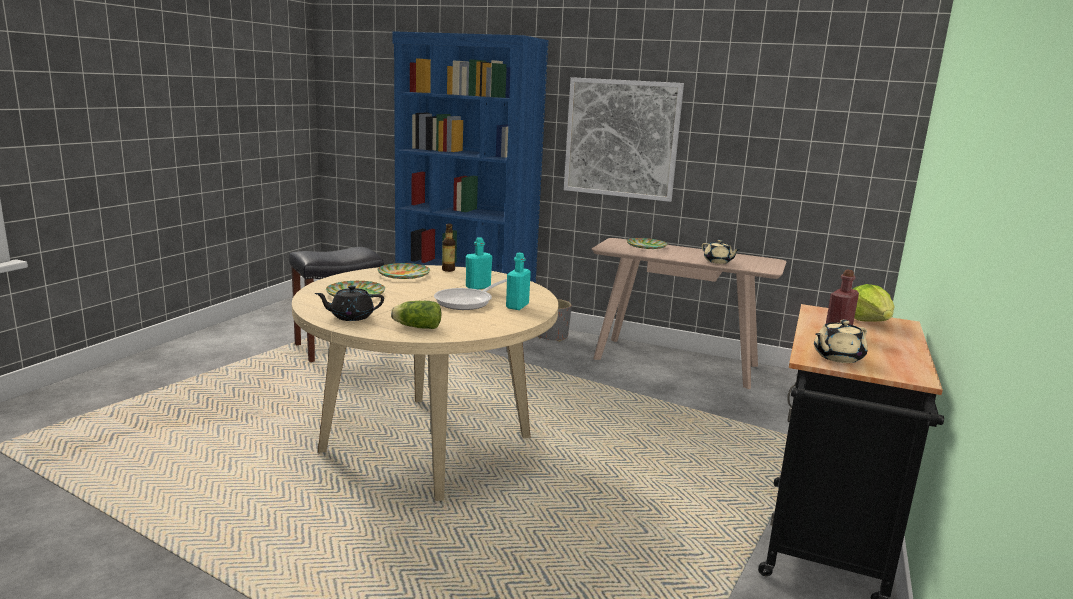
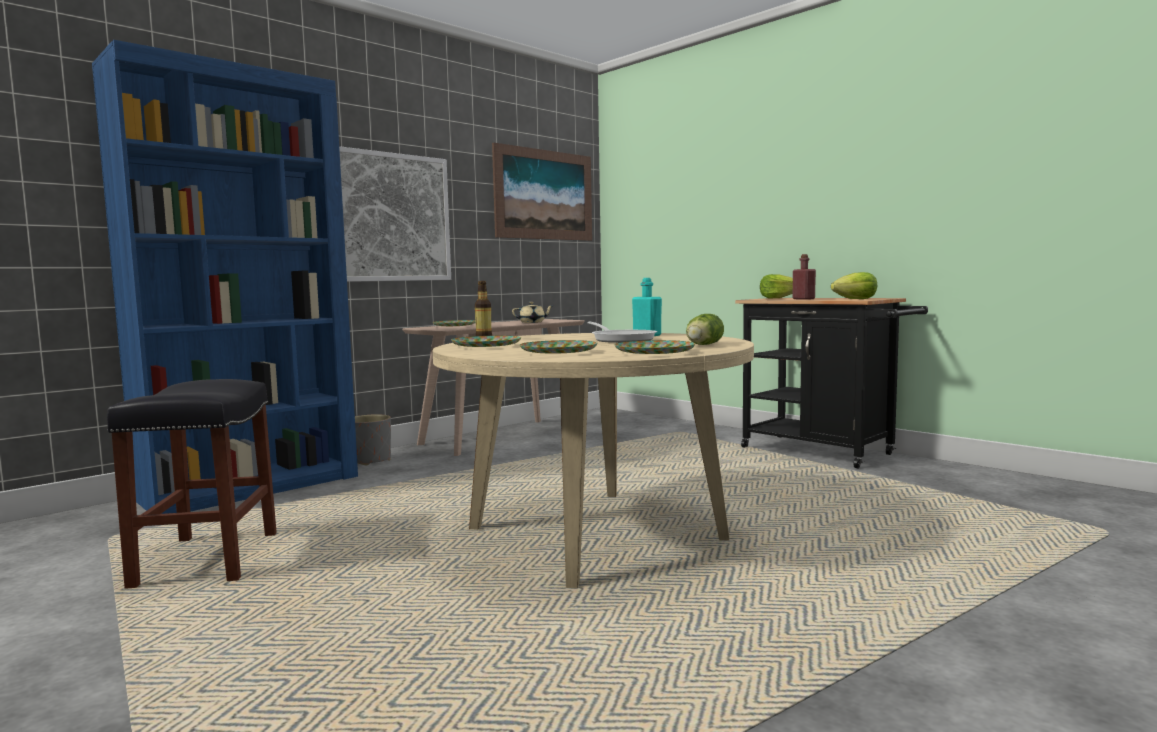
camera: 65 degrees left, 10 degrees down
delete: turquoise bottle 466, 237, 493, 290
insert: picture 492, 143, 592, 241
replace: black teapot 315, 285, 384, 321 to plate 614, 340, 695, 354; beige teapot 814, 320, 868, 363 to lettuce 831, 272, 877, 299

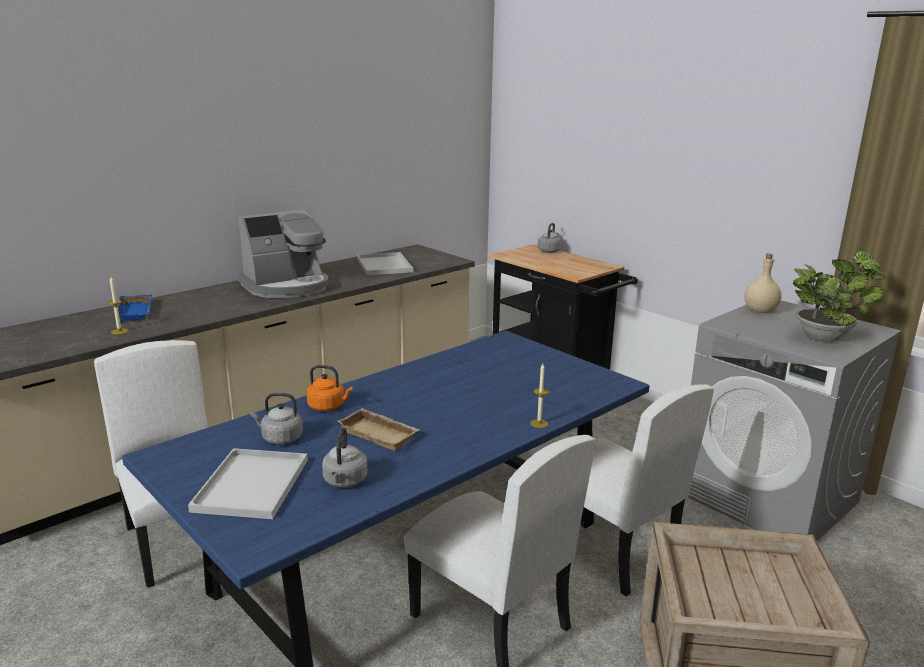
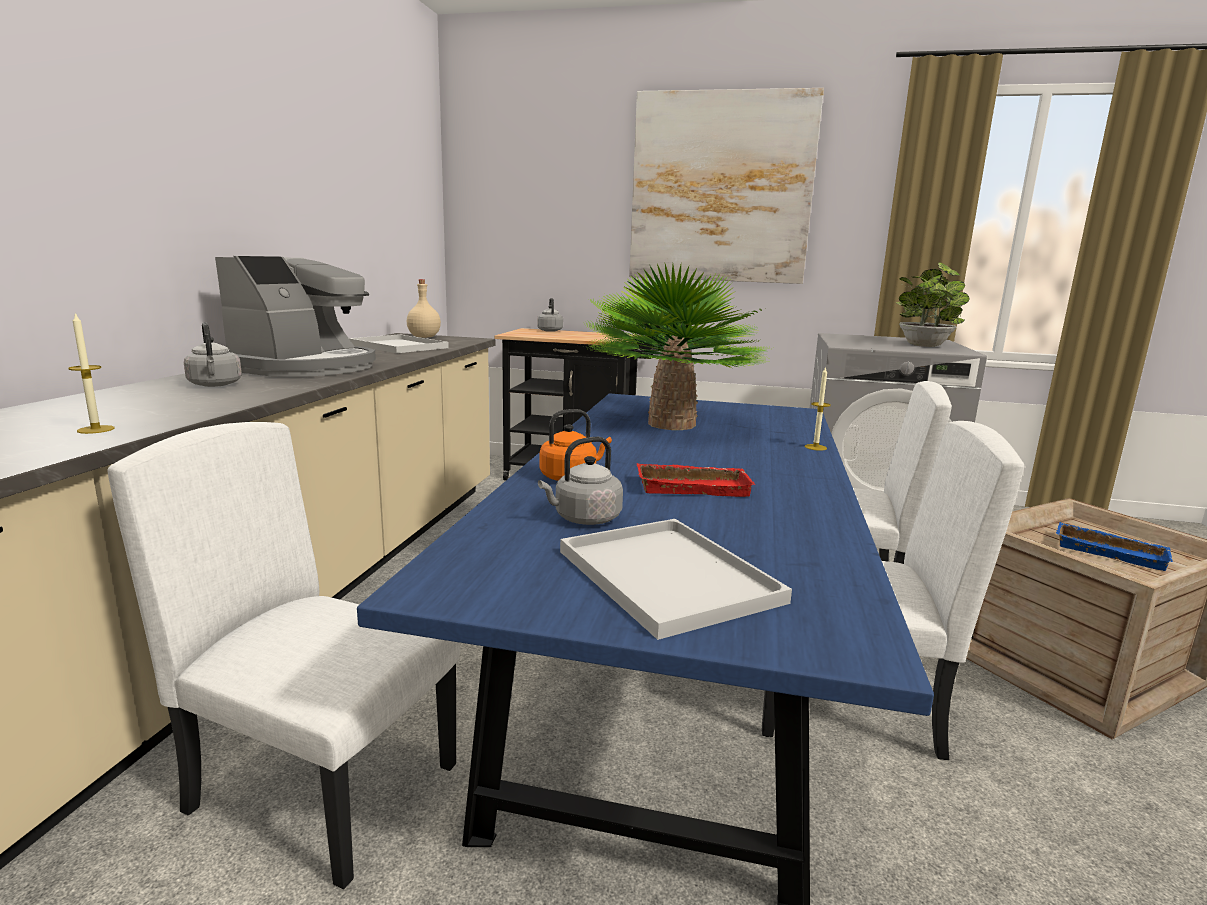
camera: 35 degrees left, 5 degrees down
insert: potted plant 582, 264, 771, 430; picture 629, 88, 824, 284
move: blue tray 118, 295, 152, 322 to 1056, 522, 1173, 571; grey kettle 322, 428, 367, 488 to 184, 322, 242, 387; beige bottle 745, 253, 782, 313 to 407, 279, 441, 338
recolor: beige tray 337, 408, 420, 451 to red tray 637, 463, 756, 497

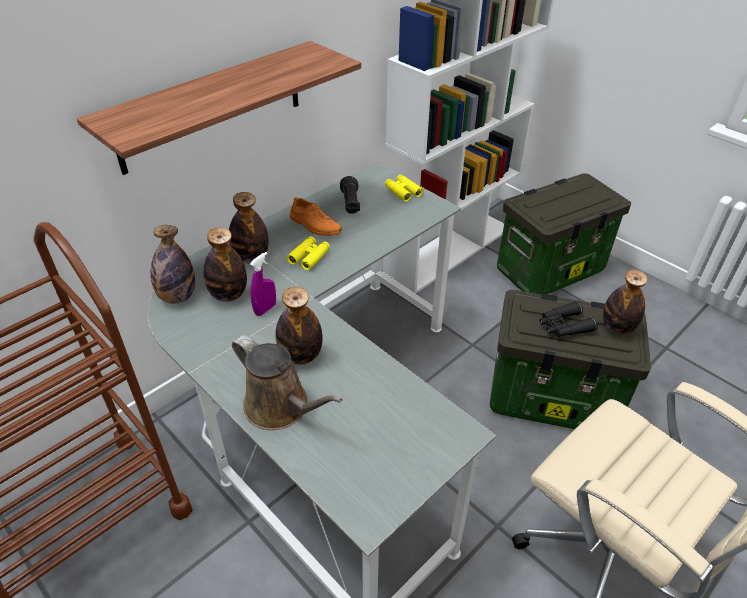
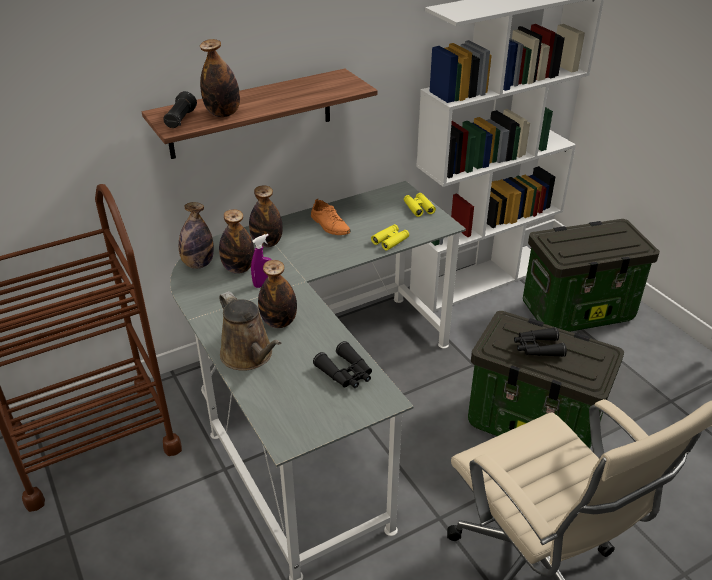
camera: 15 degrees right, 5 degrees down
insert: black binoculars 313, 341, 372, 388
move: yellow binoculars 287, 236, 330, 270 to 371, 224, 409, 251; black flashlight 340, 176, 360, 214 to 163, 91, 197, 128; bottle 603, 269, 648, 334 to 200, 39, 240, 117

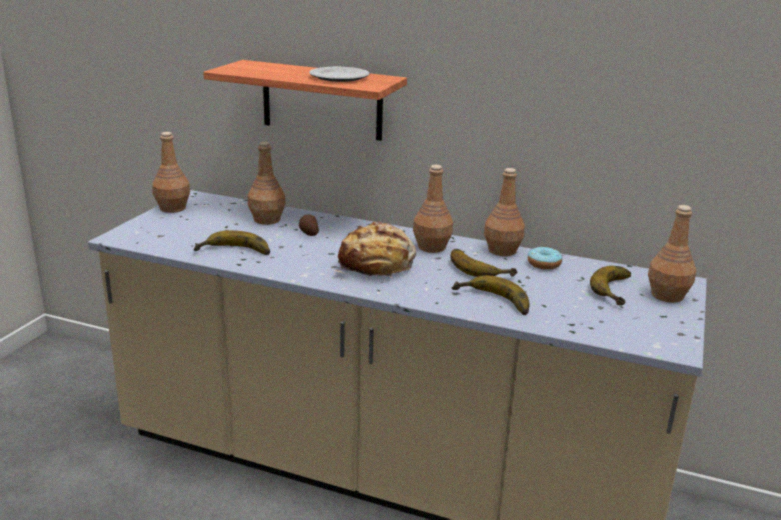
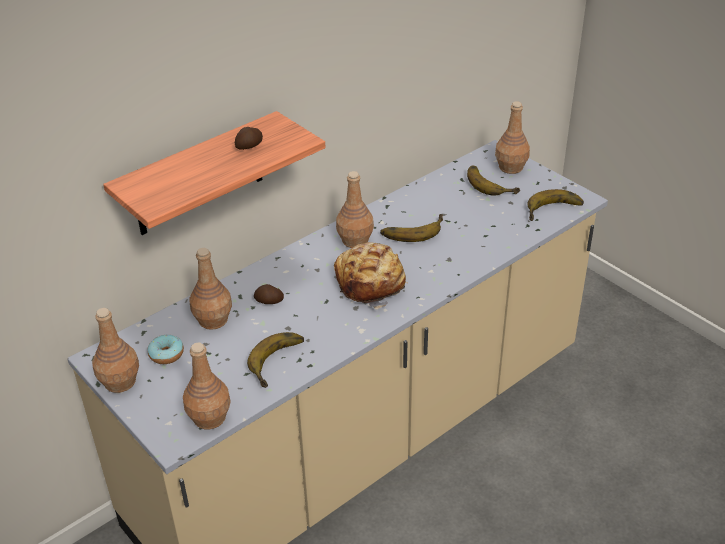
camera: 60 degrees left, 15 degrees up
move: banana 452, 275, 530, 315 to 527, 189, 584, 221; brown bottle 484, 168, 525, 256 to 183, 343, 231, 430; donut 528, 247, 563, 270 to 148, 335, 184, 364
replace: plate 309, 67, 370, 82 to potato 235, 127, 263, 150

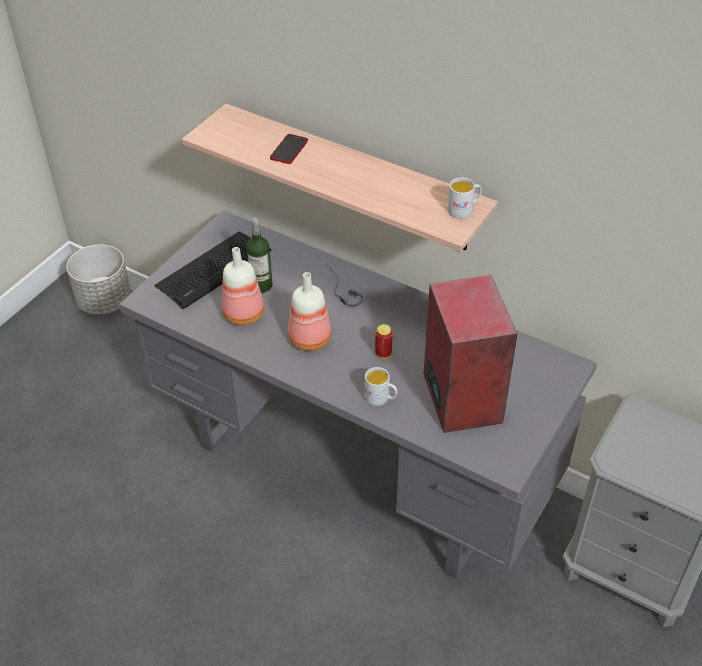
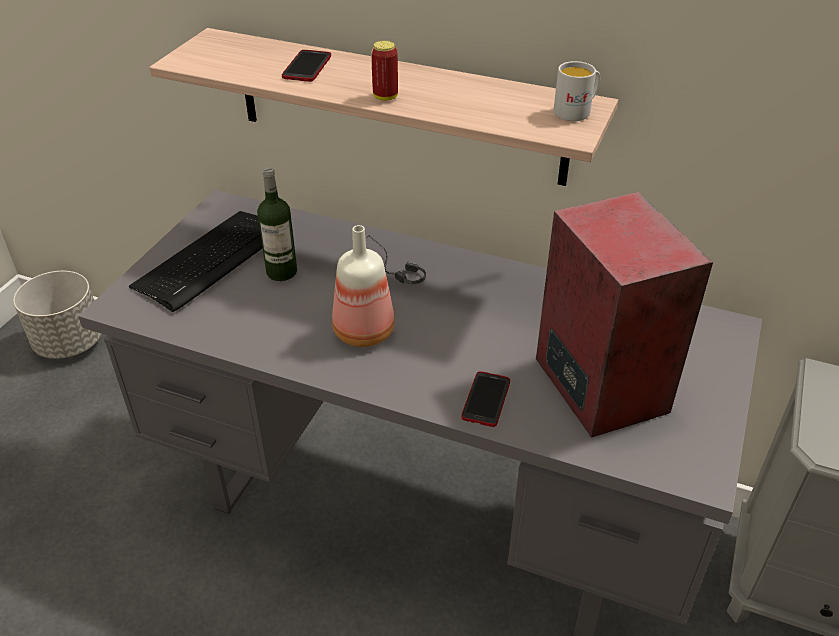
camera: 10 degrees left, 5 degrees down
delete: bottle 222, 247, 264, 325
move: can 375, 324, 393, 359 to 371, 40, 398, 101
replace: white mug 365, 367, 397, 406 to phone 461, 371, 510, 427

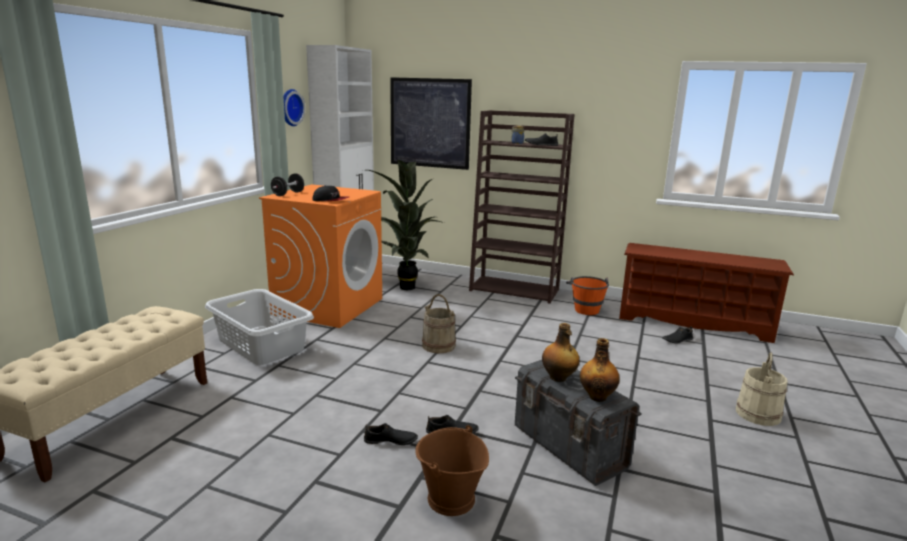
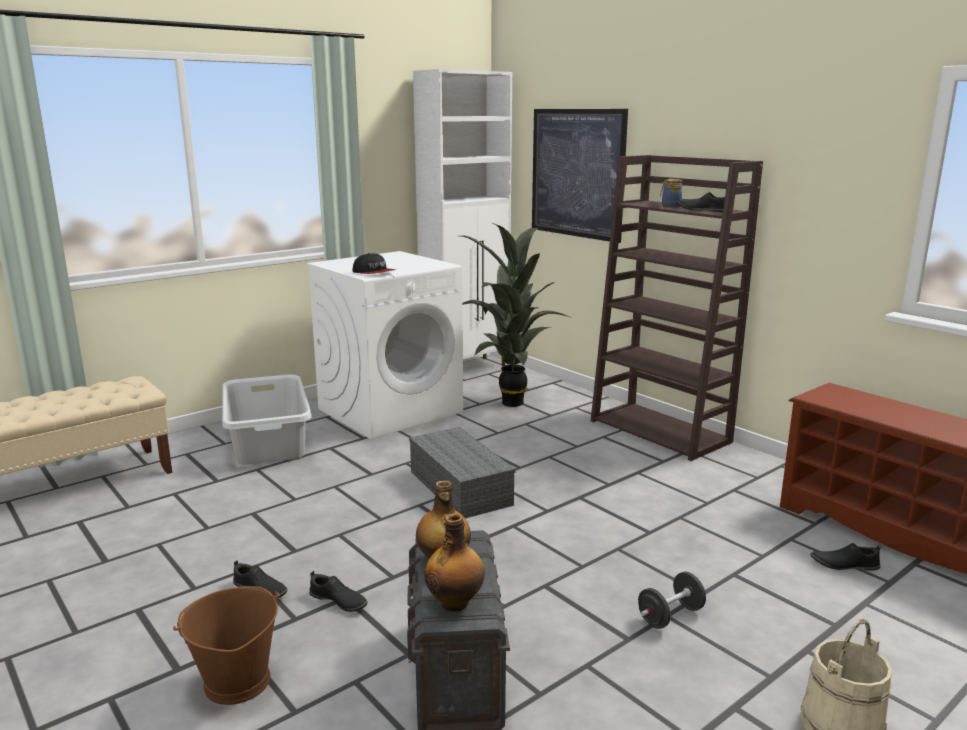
camera: 30 degrees right, 0 degrees up
delete: wall clock 283, 89, 305, 126; orange bucket 566, 276, 609, 315
move: black dumbbell 271, 173, 304, 196 to 638, 572, 706, 629
replace: beige bucket 422, 294, 456, 353 to grey storage box 409, 427, 516, 518
recolor: orange washing machine 259, 184, 382, 328 to white washing machine 307, 251, 463, 439

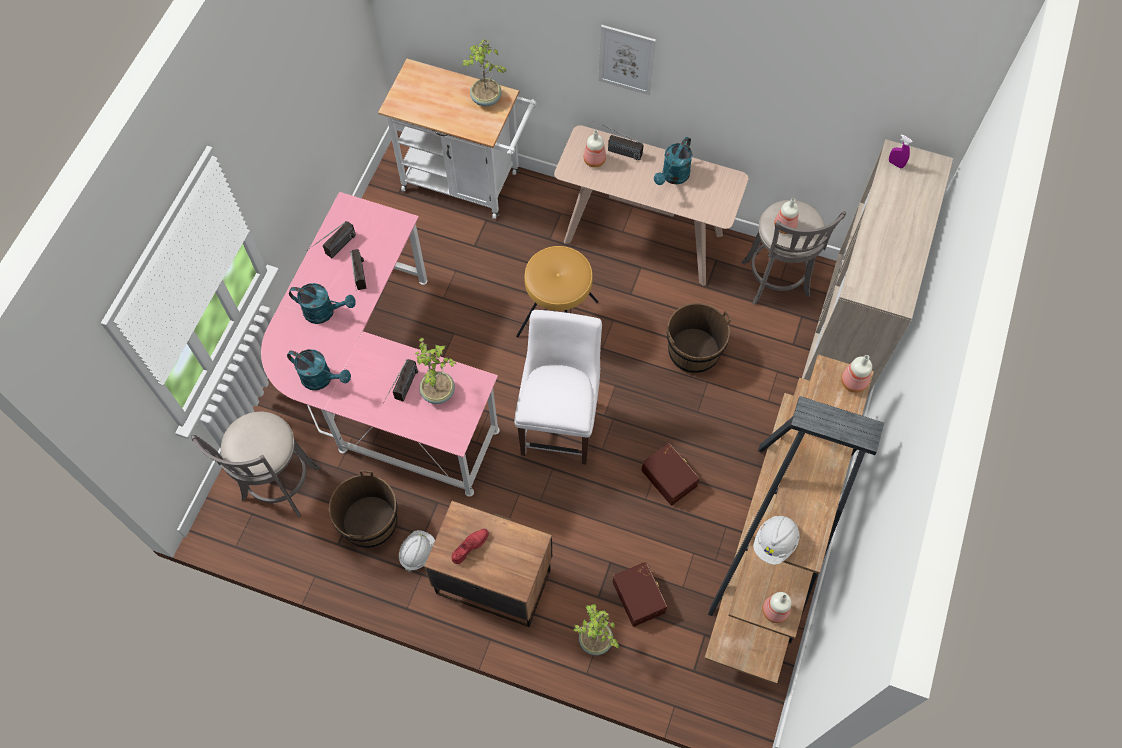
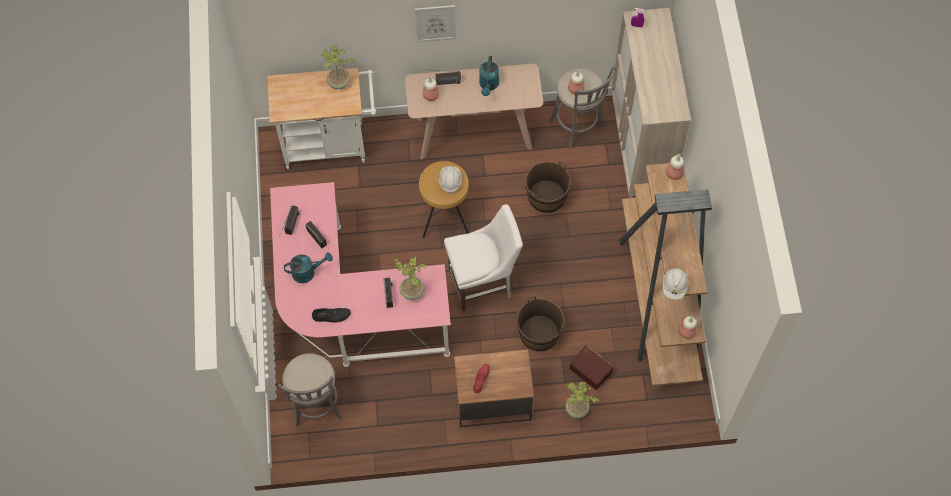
camera: 25 degrees left, 0 degrees up
delete: brown storage box 641, 443, 700, 506
move: brown bucket 329, 470, 397, 548 to 517, 296, 564, 351; white hard hat 399, 530, 435, 572 to 439, 166, 462, 194
replace: turquoise watering can 287, 349, 351, 390 to black shoe 312, 308, 351, 322
rotate: white chair 514, 310, 602, 465 = 444, 204, 523, 311 90 degrees clockwise

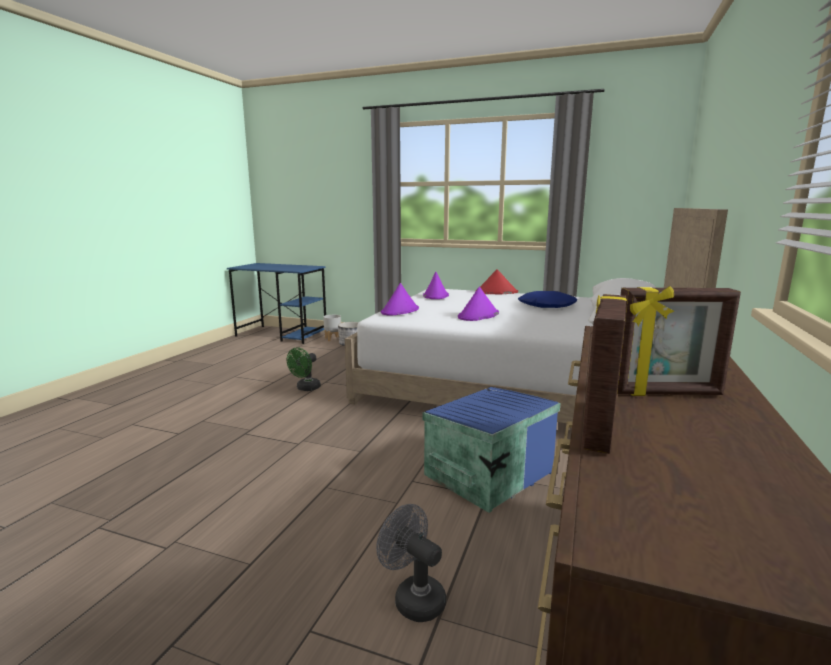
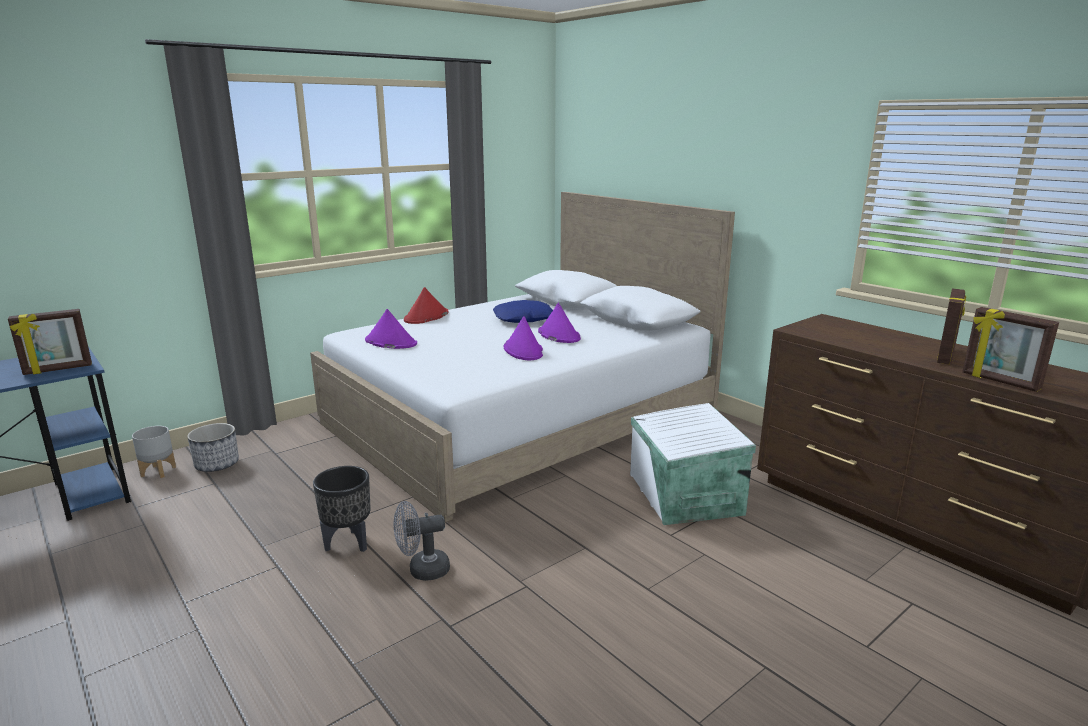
camera: 60 degrees left, 5 degrees up
insert: picture frame 8, 309, 92, 375
move: grey fan 376, 504, 446, 622 to 393, 501, 450, 581; purple hat 381, 283, 419, 315 to 538, 303, 581, 343
replace: green fan 287, 347, 321, 391 to black planter 313, 466, 371, 552
recolor: blue storage box 423, 387, 560, 513 to white storage box 630, 403, 756, 525

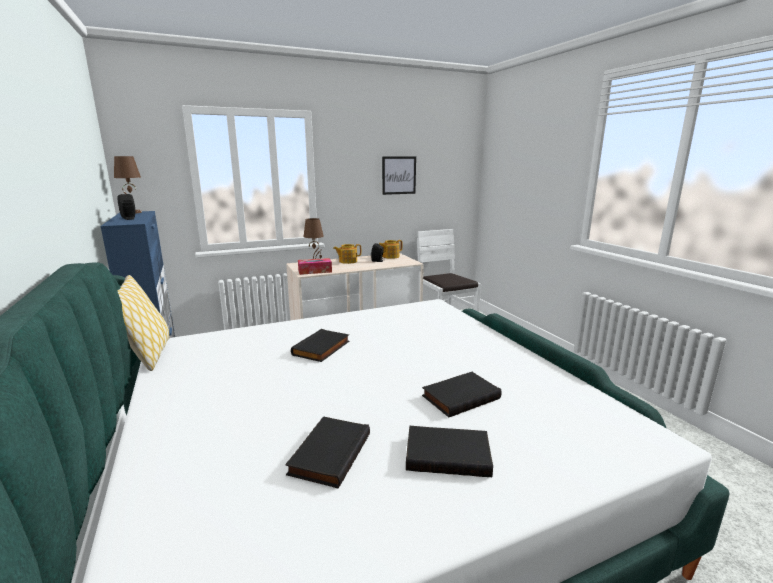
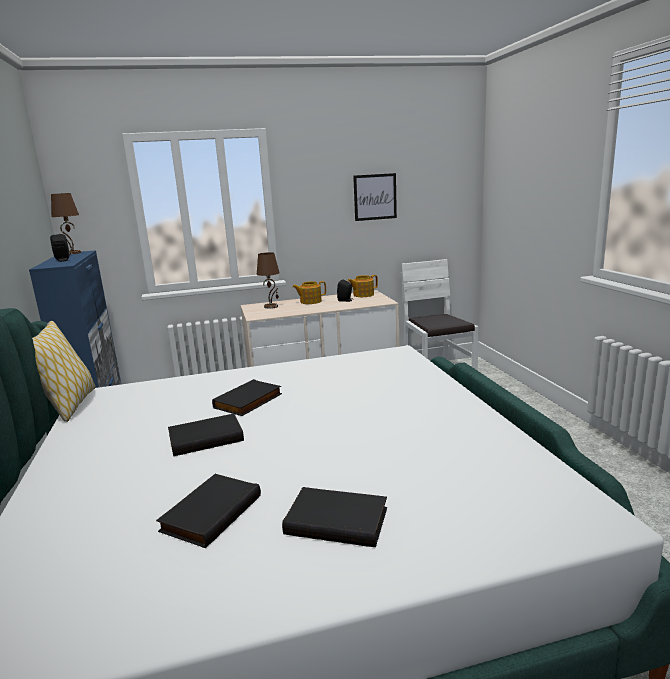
camera: 10 degrees right, 0 degrees up
delete: tissue box 298, 258, 332, 275
move: black book 422, 372, 502, 418 to 168, 414, 244, 456

